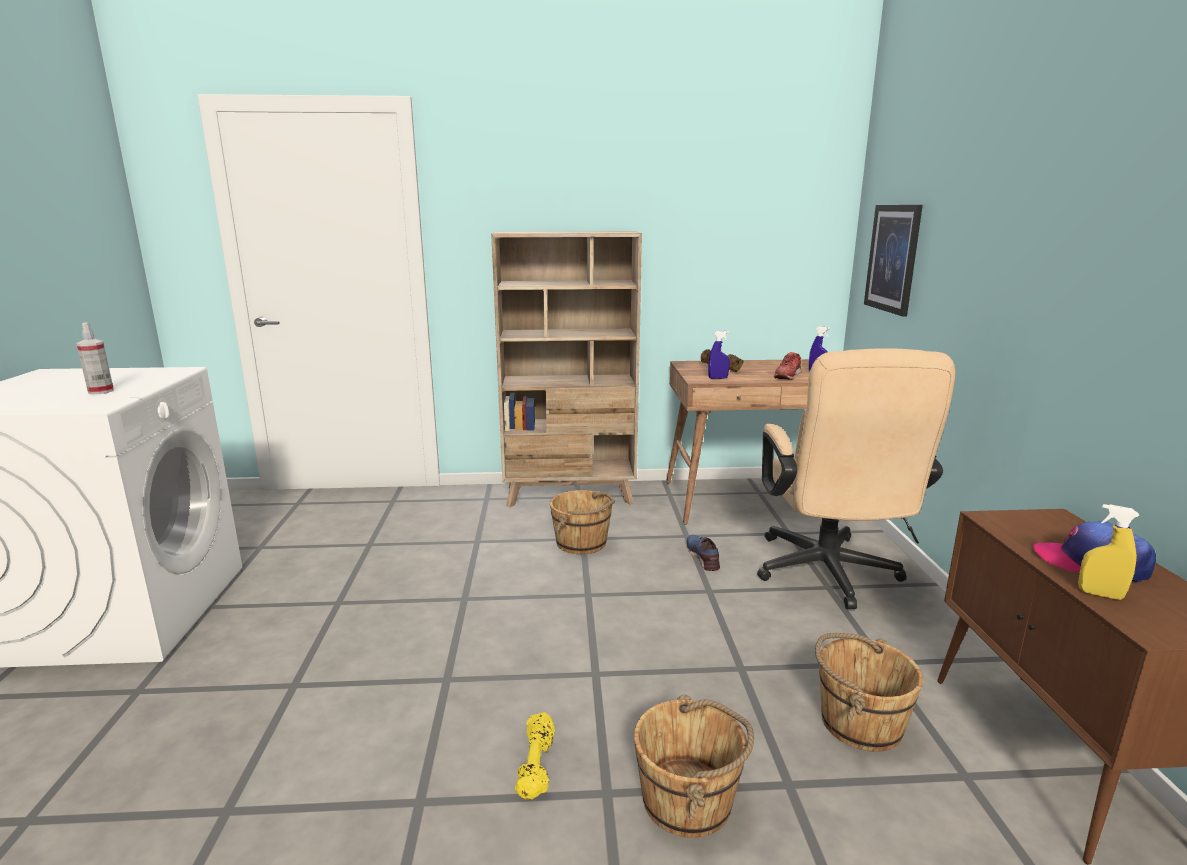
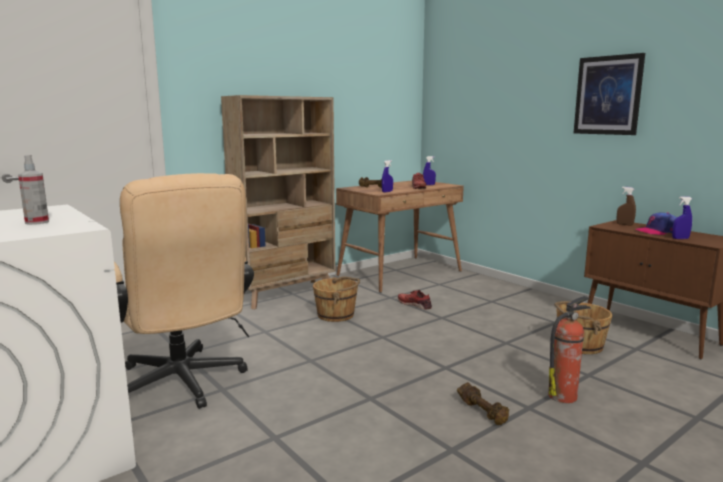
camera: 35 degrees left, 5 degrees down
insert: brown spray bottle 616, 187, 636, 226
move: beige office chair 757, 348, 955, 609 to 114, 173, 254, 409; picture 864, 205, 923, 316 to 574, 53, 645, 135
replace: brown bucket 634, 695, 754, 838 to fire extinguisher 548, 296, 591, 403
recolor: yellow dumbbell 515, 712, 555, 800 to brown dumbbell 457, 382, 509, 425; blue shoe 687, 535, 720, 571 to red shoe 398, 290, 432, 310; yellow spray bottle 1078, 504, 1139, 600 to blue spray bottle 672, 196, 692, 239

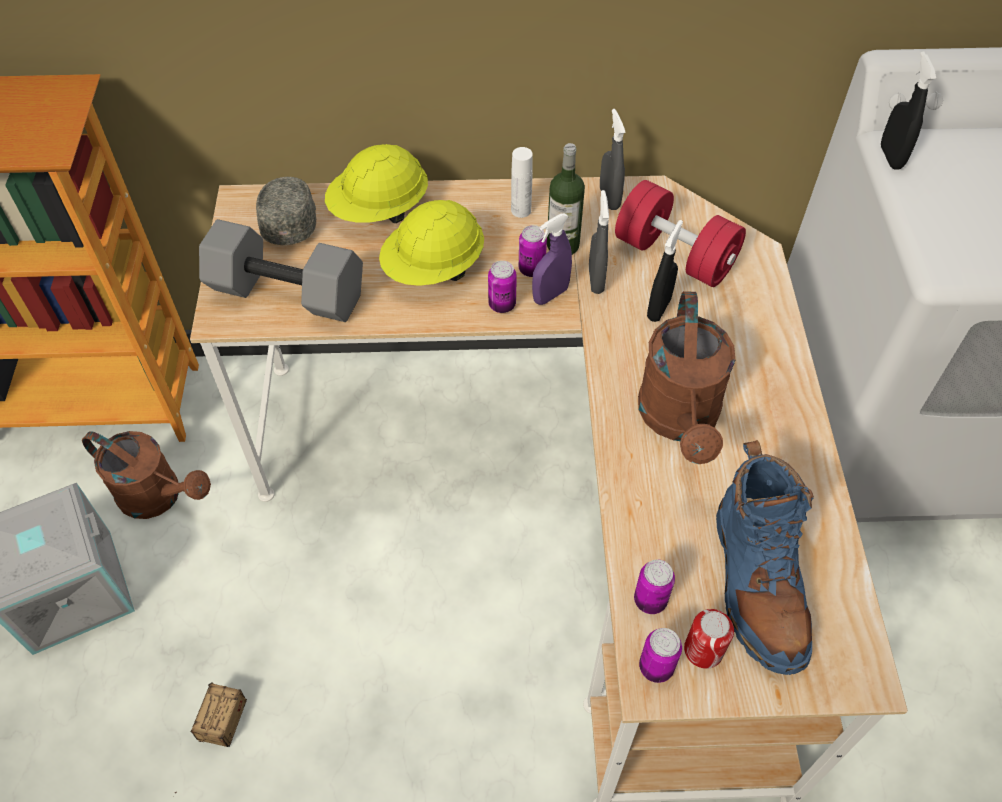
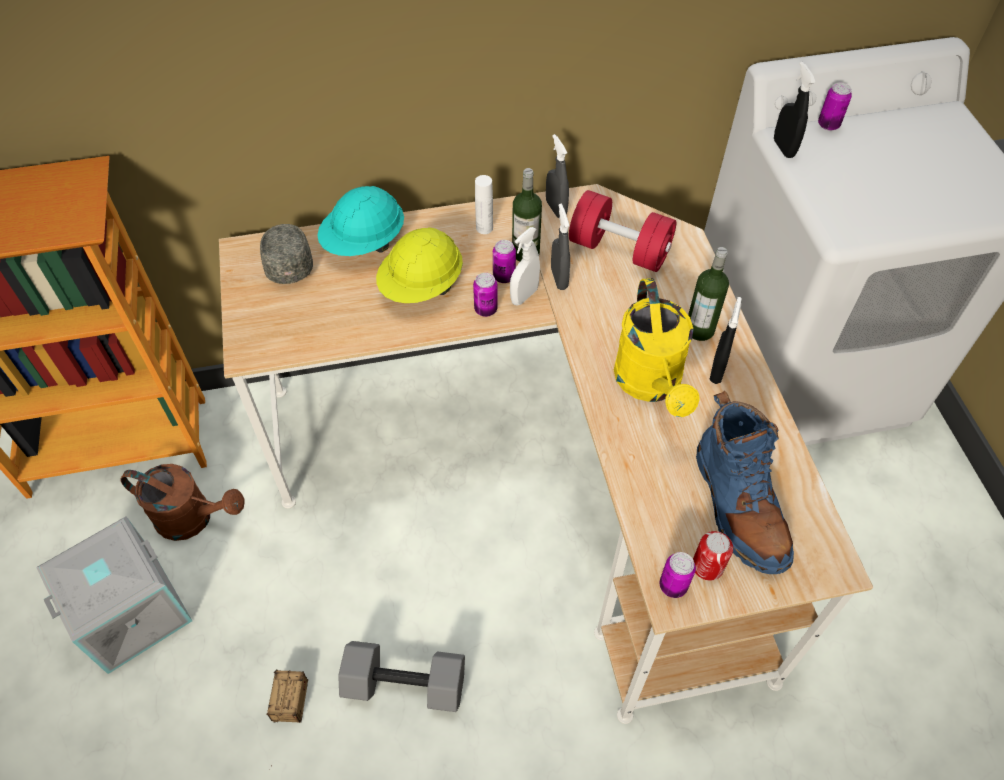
camera: 10 degrees left, 0 degrees up
insert: bottle 688, 247, 729, 341
move: grey dumbbell 199, 219, 363, 322 to 338, 641, 465, 712; can 634, 560, 675, 614 to 818, 83, 852, 131; black spray bottle 647, 220, 683, 322 to 710, 297, 742, 384
recolor: yellow hard hat 325, 144, 428, 223 to turquoise hard hat 317, 186, 404, 256; purple spray bottle 532, 213, 572, 305 to white spray bottle 510, 227, 540, 305; brown watering can 638, 291, 736, 464 to yellow watering can 614, 278, 700, 417

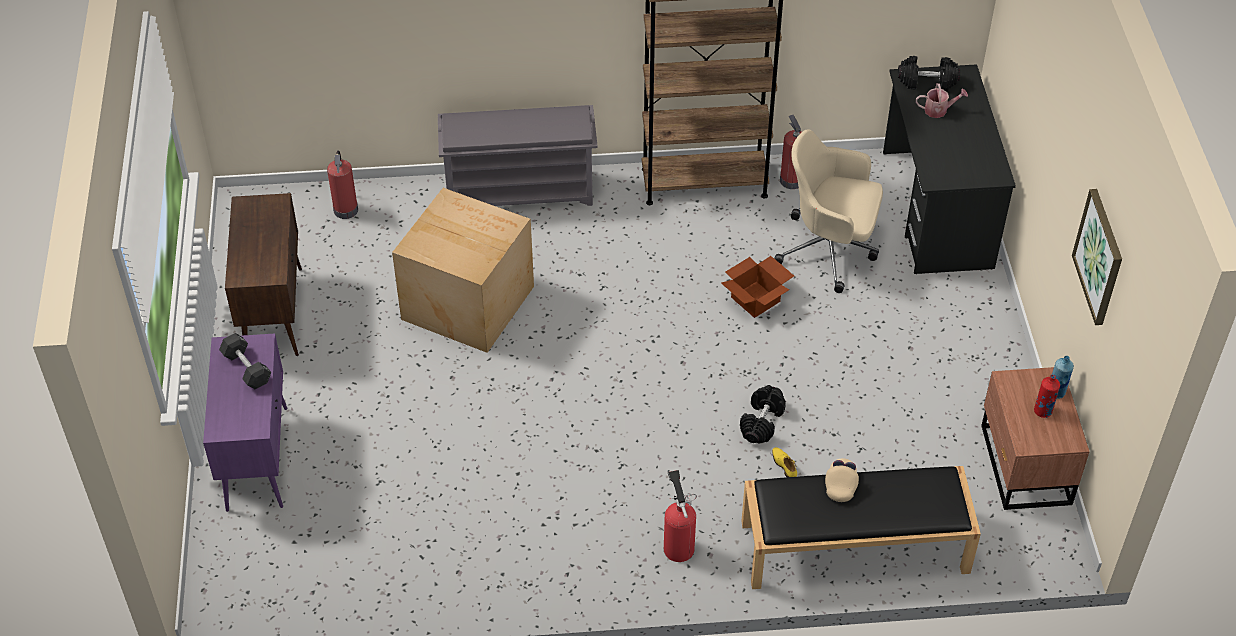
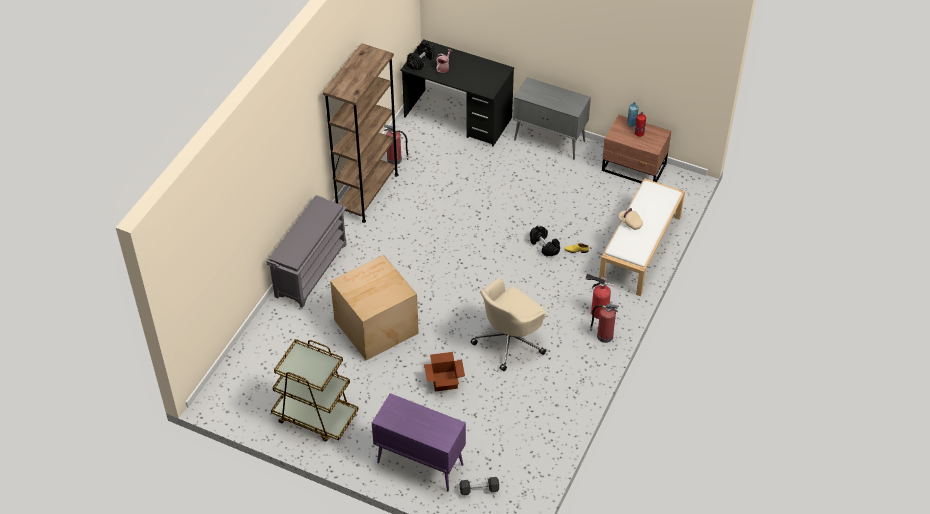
camera: 60 degrees left, 0 degrees up
delete: picture 1072, 189, 1122, 325
insert: grey cabinet 513, 77, 591, 160
move: black dumbbell 219, 333, 272, 389 to 460, 477, 499, 495; fire extinguisher 327, 151, 358, 219 to 590, 304, 618, 343; cardboard box 721, 256, 794, 318 to 424, 352, 465, 392; beige office chair 774, 129, 883, 293 to 470, 278, 546, 371
replace: brown cabinet 225, 193, 302, 356 to brown cart 271, 339, 359, 441
recolor: black bench 741, 466, 981, 589 to white bench 599, 178, 685, 296

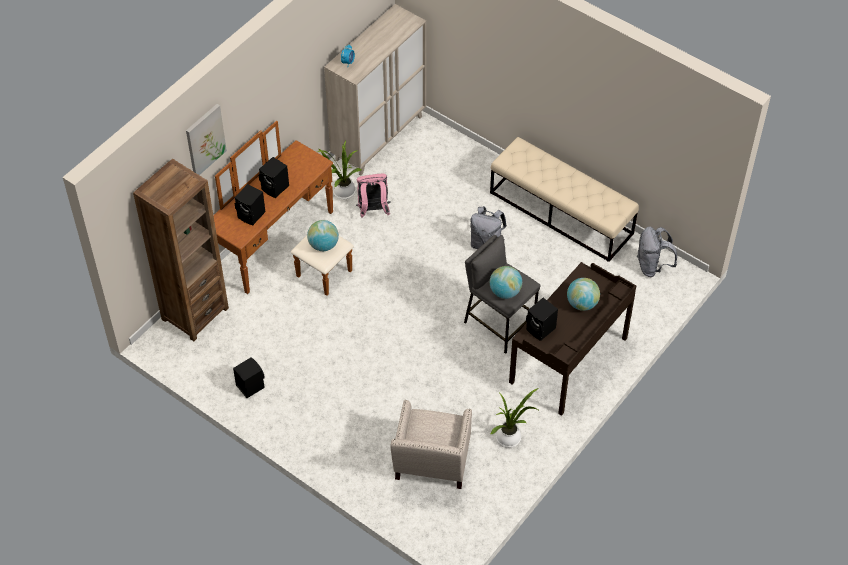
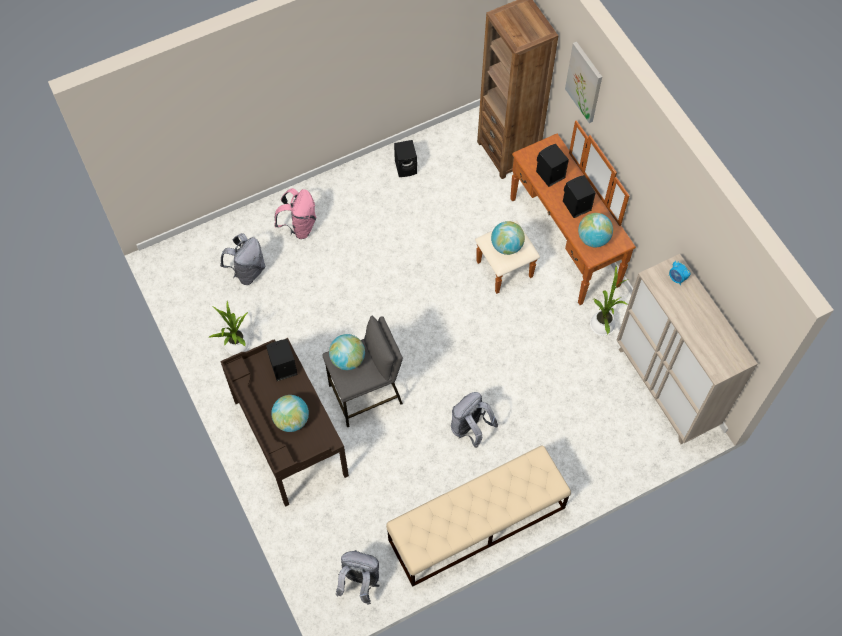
camera: 115 degrees right, 10 degrees up
insert: globe 578, 213, 613, 247
move: pink backpack 356, 174, 391, 218 to 274, 188, 316, 239
replace: beige armchair 390, 400, 472, 489 to grey backpack 220, 233, 266, 285

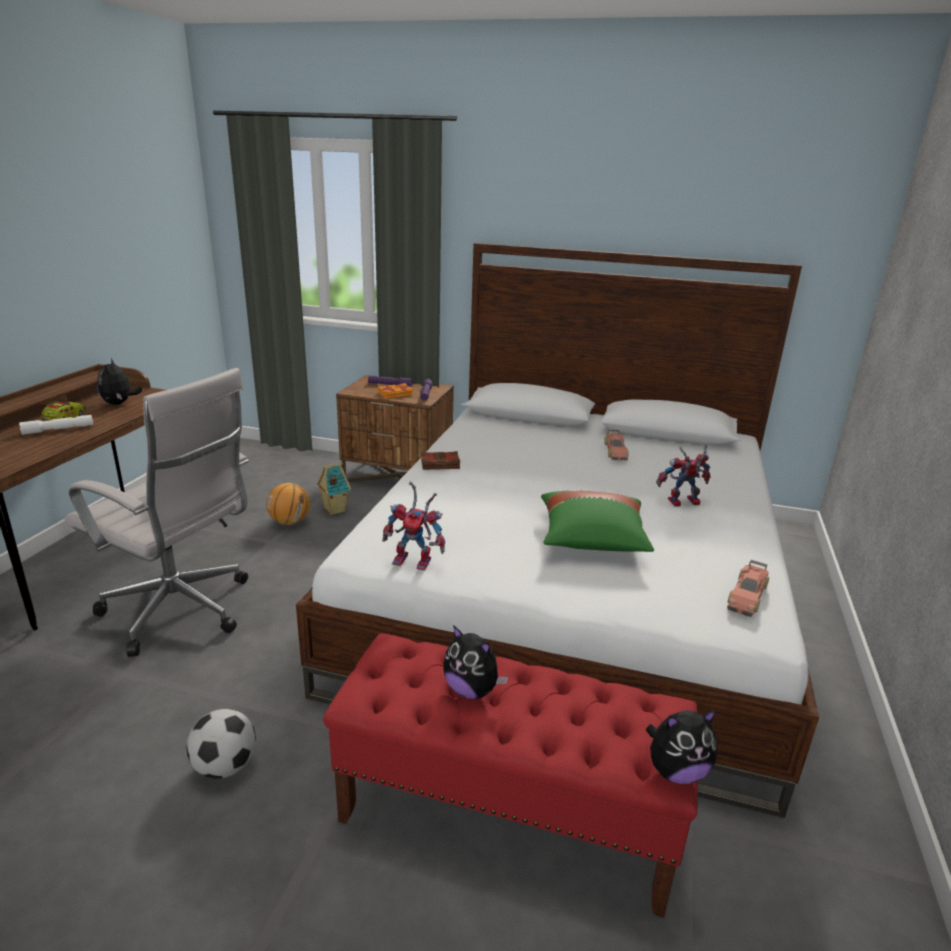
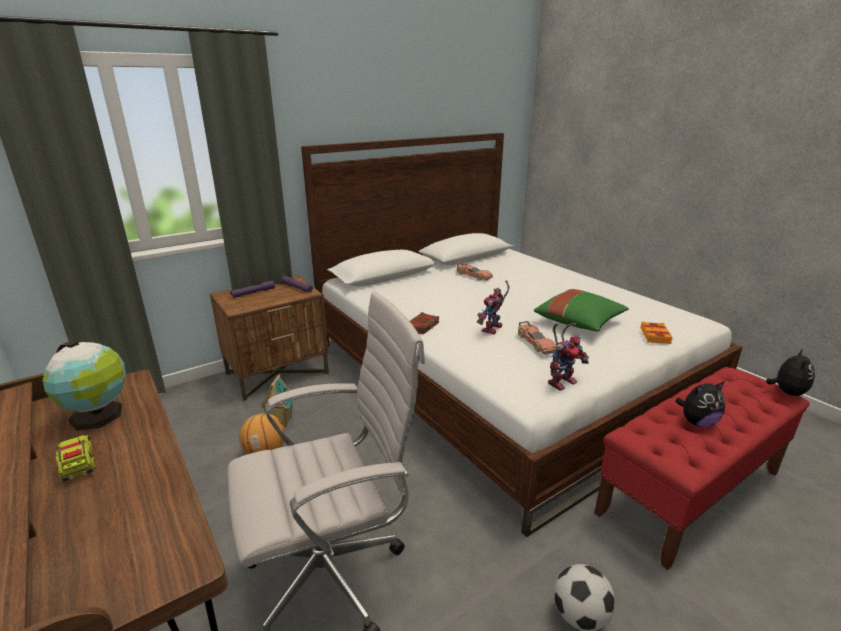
camera: 50 degrees left, 0 degrees up
delete: white flashlight 19, 415, 93, 435
move: orange book 378, 383, 413, 399 to 640, 321, 673, 344; toy robot 656, 444, 711, 506 to 477, 280, 509, 334; toy car 727, 560, 769, 617 to 518, 321, 556, 355
replace: plush toy 97, 358, 142, 405 to globe 43, 341, 126, 431

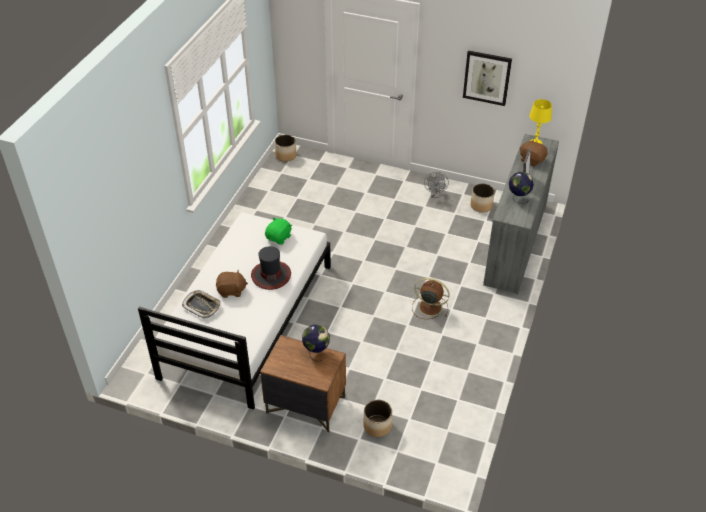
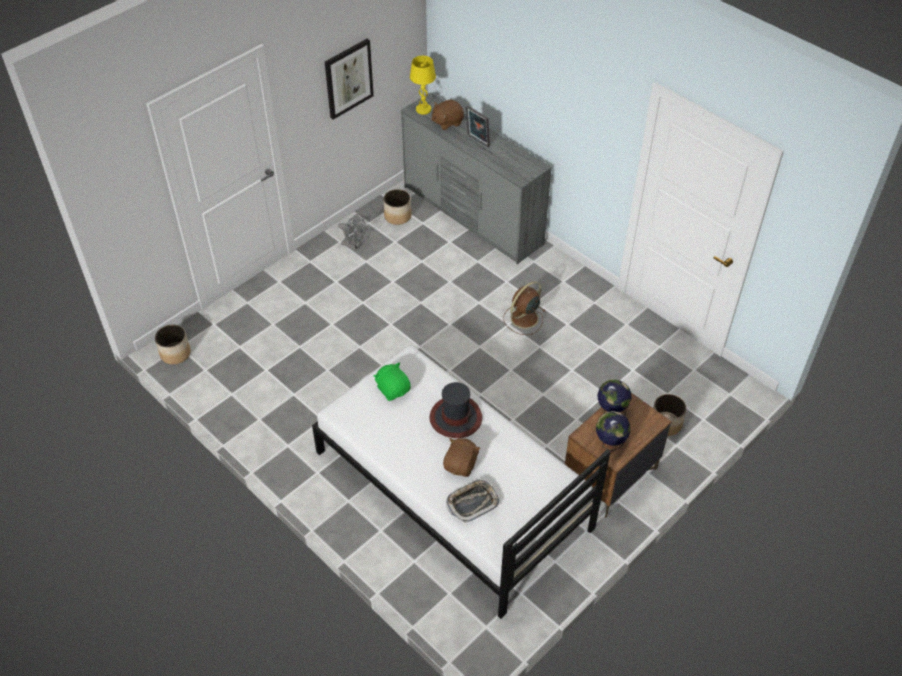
camera: 65 degrees left, 5 degrees up
move: globe 509, 172, 534, 204 to 596, 411, 631, 451

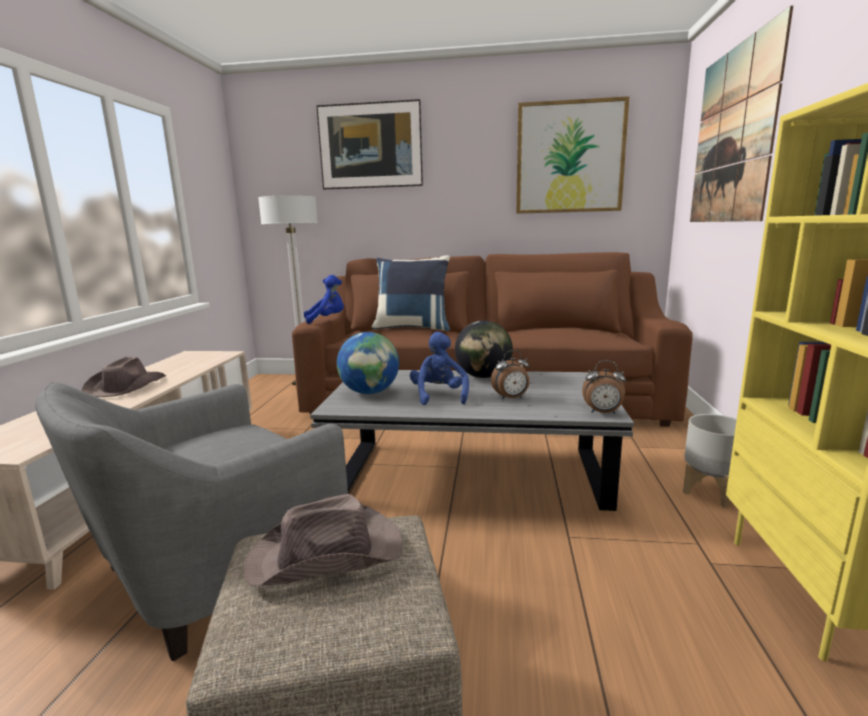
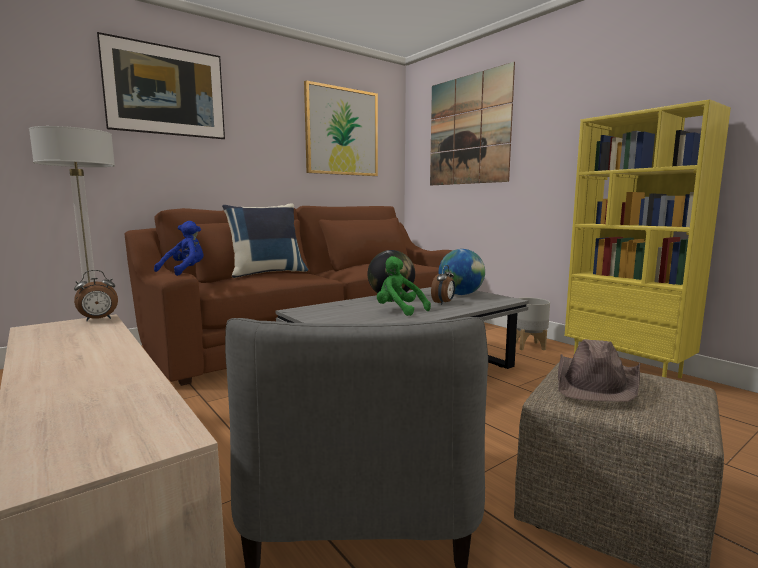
camera: 45 degrees left, 5 degrees down
delete: brown hat 81, 357, 166, 397
move: globe 337, 332, 399, 394 to 439, 249, 485, 295; alarm clock 582, 361, 626, 414 to 74, 270, 118, 321
recolor: blue plush toy 410, 332, 469, 405 to green plush toy 377, 256, 431, 316

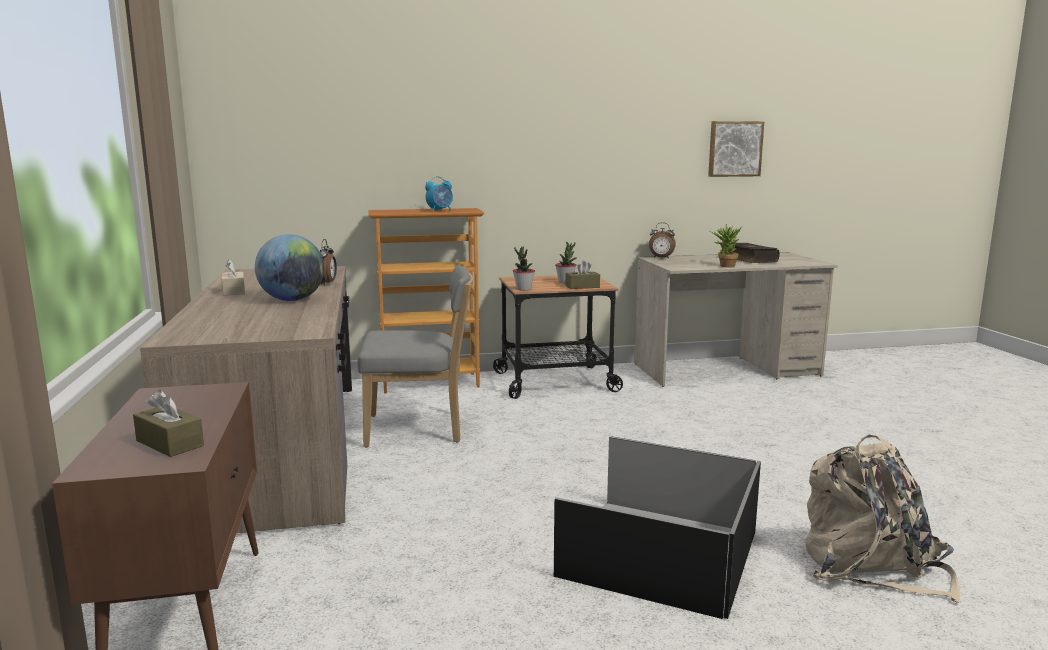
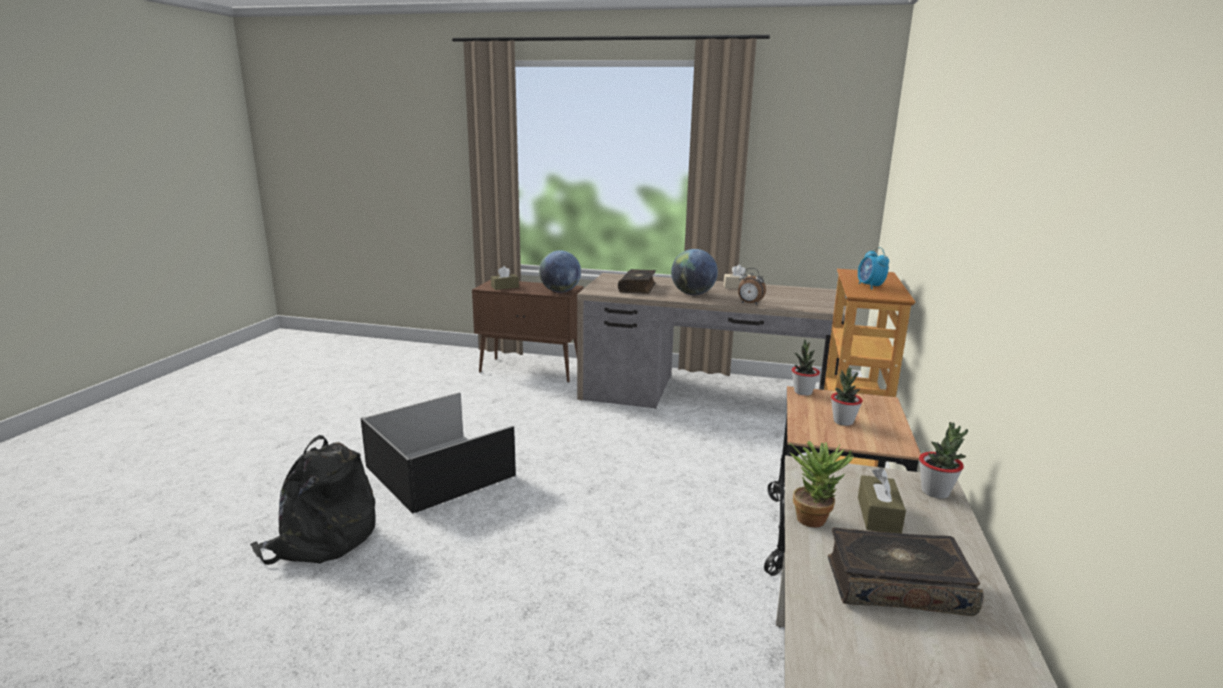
camera: 115 degrees right, 5 degrees up
delete: grey chair 357, 265, 473, 447; picture 708, 121, 764, 177
insert: globe 539, 250, 581, 293; book 618, 269, 656, 294
move: brown tissue box 565, 261, 600, 289 to 858, 468, 906, 533
replace: alarm clock 649, 222, 676, 258 to potted plant 919, 422, 968, 499
recolor: beige backpack 805, 435, 961, 603 to black backpack 250, 435, 376, 565

